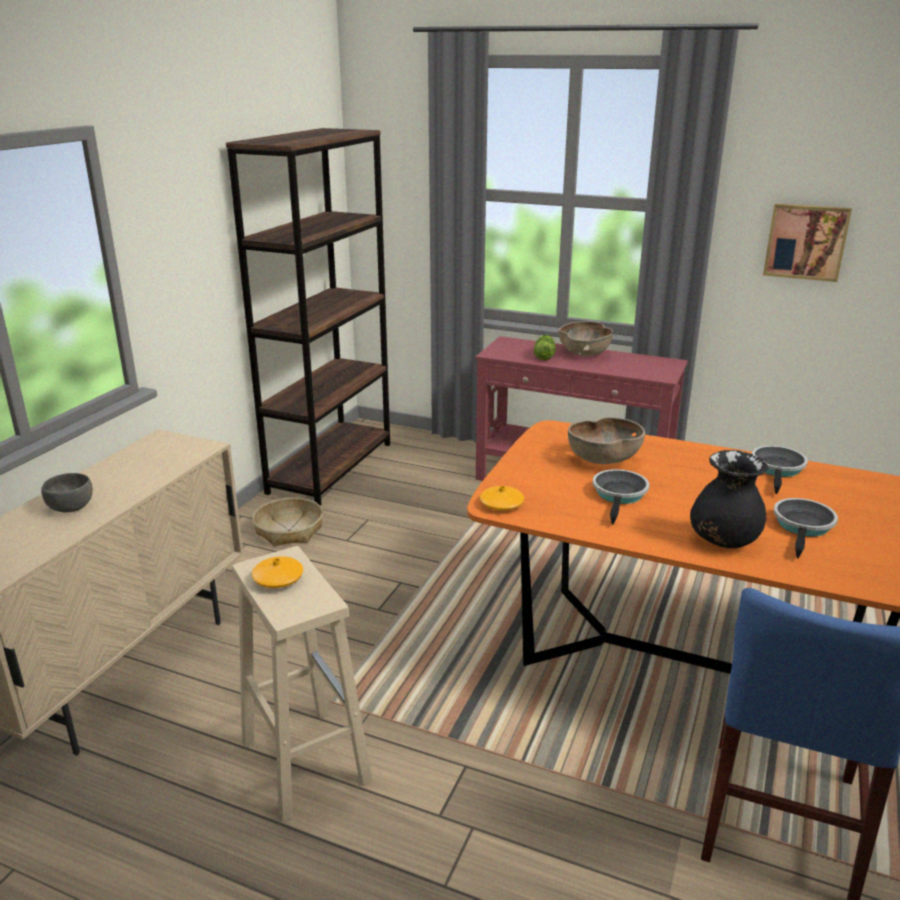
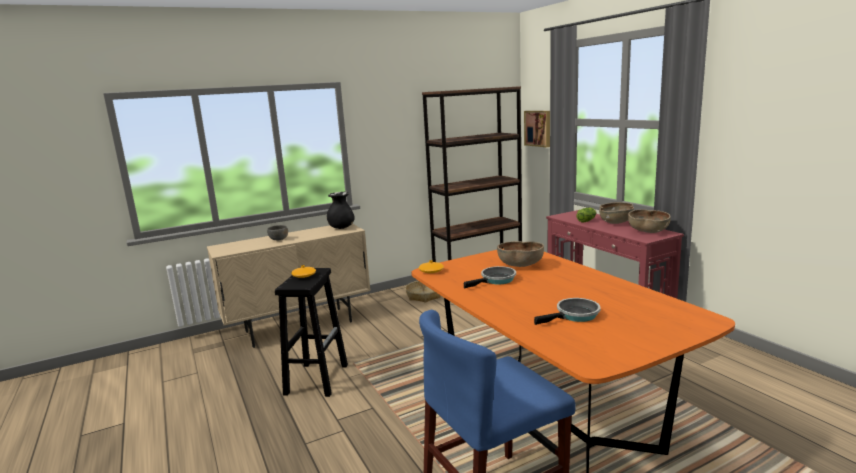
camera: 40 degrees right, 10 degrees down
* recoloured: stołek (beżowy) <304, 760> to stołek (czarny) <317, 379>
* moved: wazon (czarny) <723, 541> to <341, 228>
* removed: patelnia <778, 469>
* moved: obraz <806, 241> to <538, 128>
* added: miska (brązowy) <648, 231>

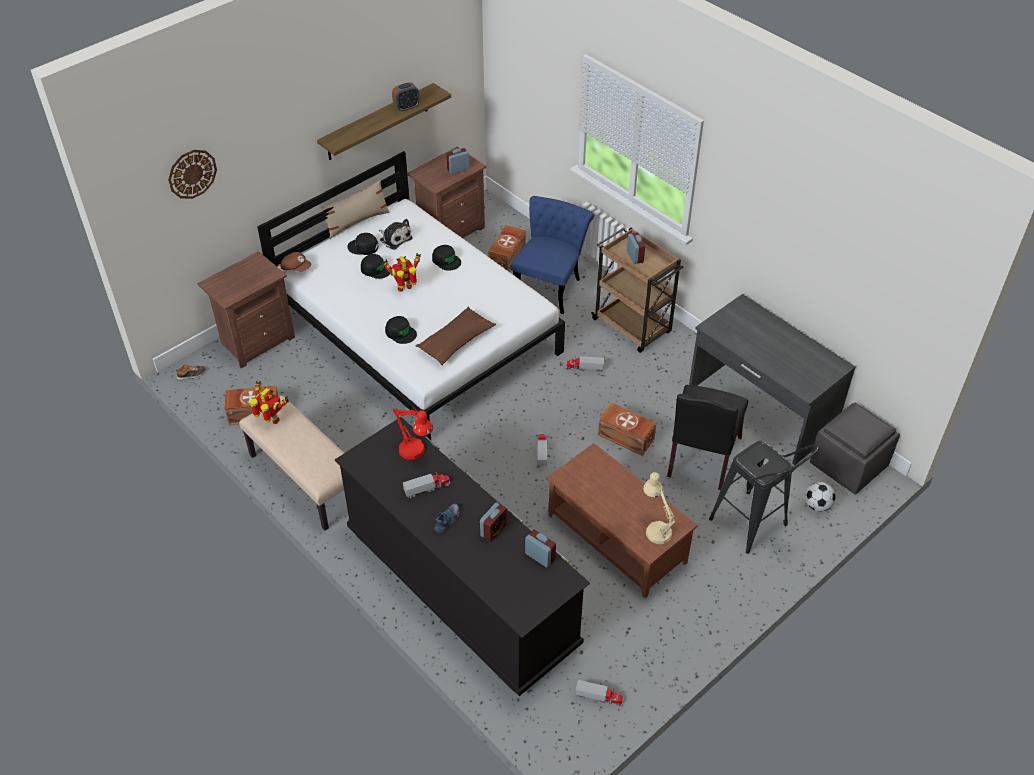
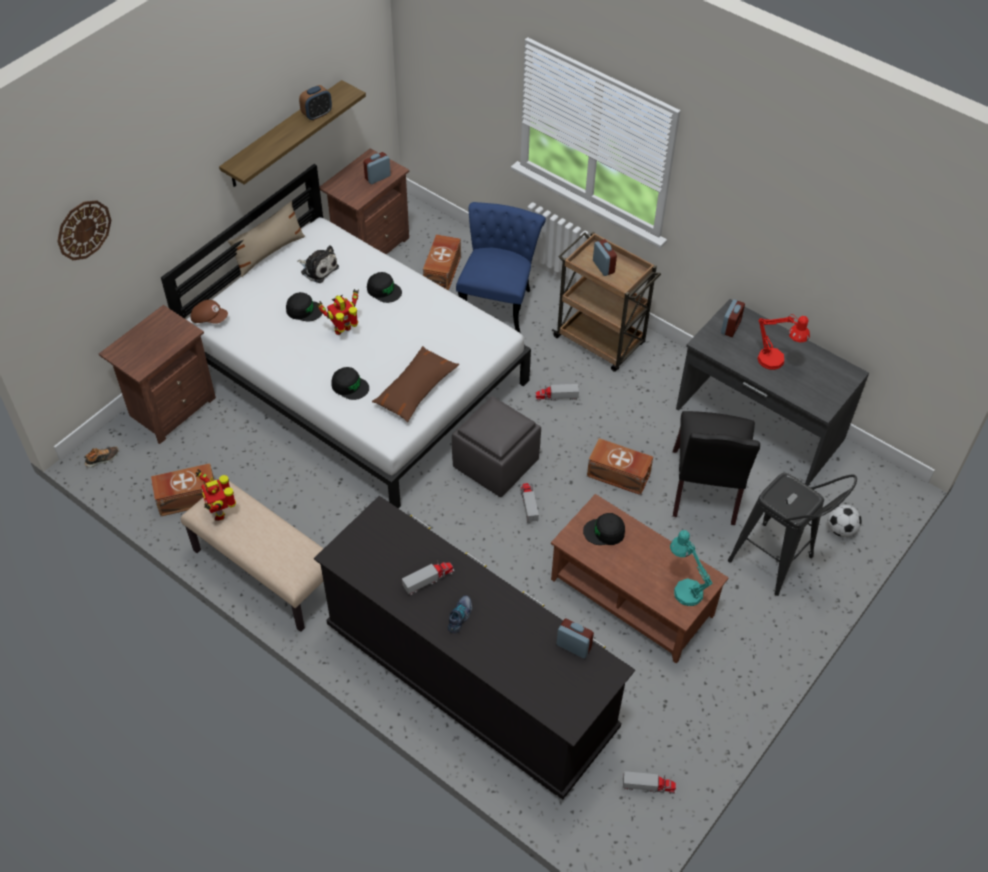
camera: 10 degrees left, 5 degrees up
* turned: robot zabawkowy <271, 420> = <219, 512> 135 degrees counterclockwise
* moved: czapka z daszkiem (czarny) <363, 247> to <604, 532>
* moved: lampa stołowa (czerwony) <416, 453> to <776, 362>
* moved: budzik <493, 530> to <730, 327>
* recoloured: lampa stołowa (beżowy) <655, 529> to lampa stołowa (turkusowy) <684, 588>
* moved: pufa (szary) <848, 464> to <495, 463>

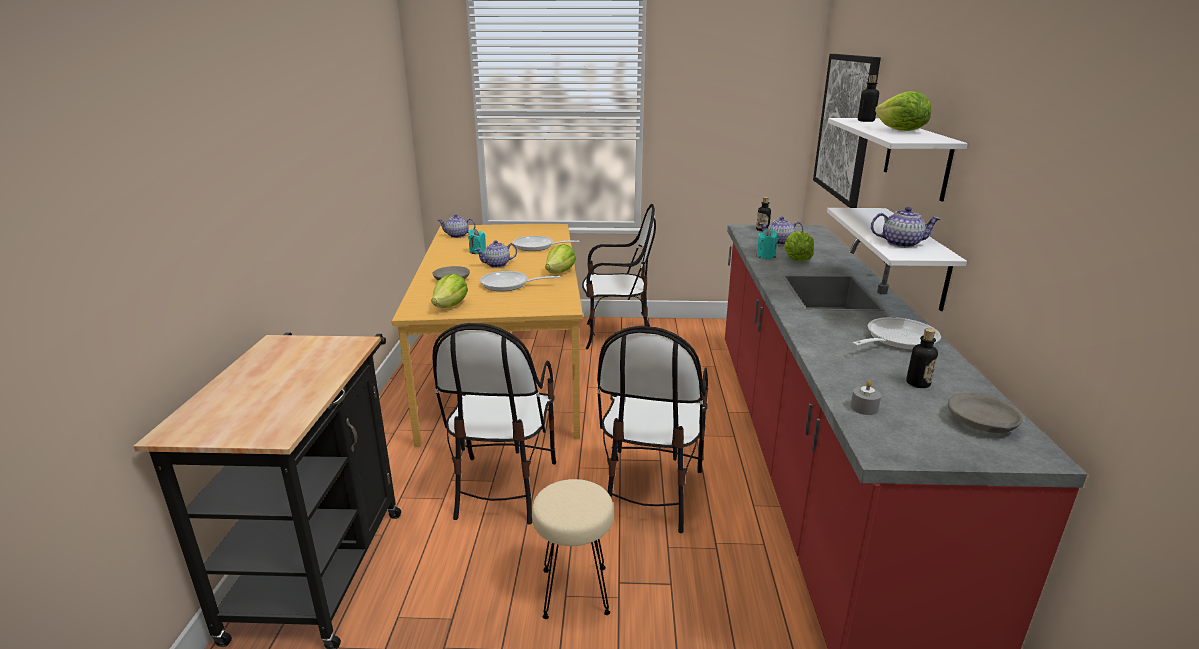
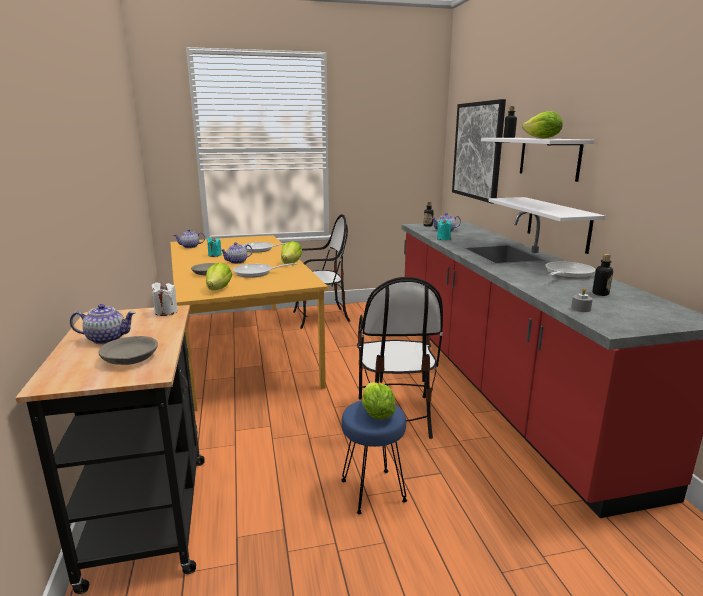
camera: 15 degrees left, 5 degrees down
* removed: krzesło <503, 487>
* recoloured: stołek (beżowy) <574, 591> to stołek (niebieski) <372, 491>
* moved: sałata <796, 259> to <376, 414>
* moved: imbryk <901, 243> to <107, 339>
* moved: miska (szary) <981, 423> to <130, 358>
* added: świeca (biały) <166, 312>

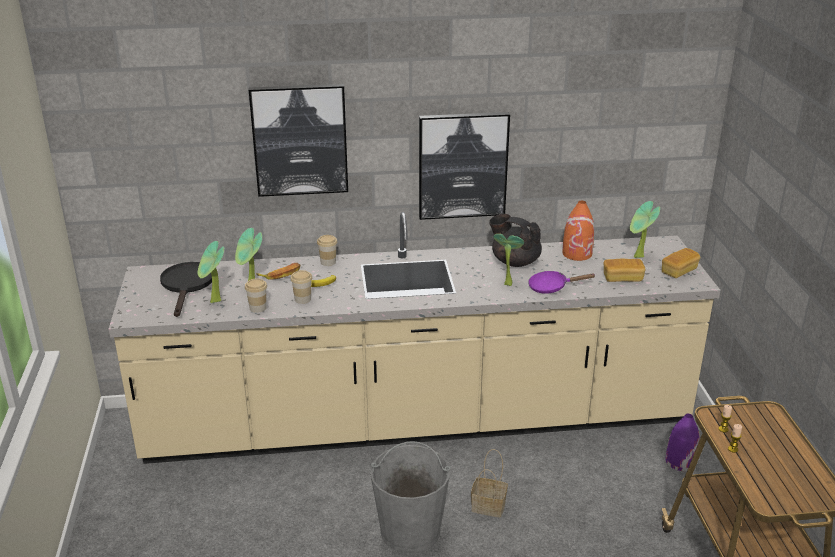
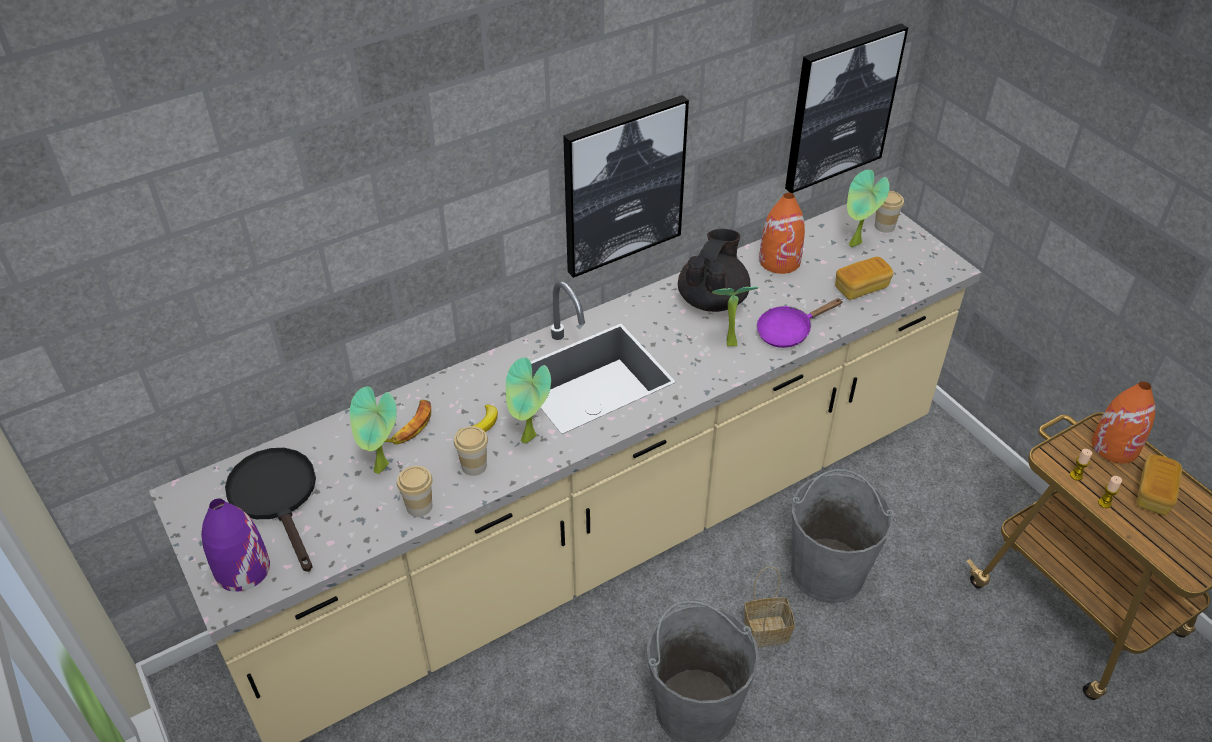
camera: 25 degrees left, 15 degrees up
* moved: roślina doniczkowa <215, 302> to <529, 440>
* moved: obraz <300, 140> to <841, 108>
* moved: filiżanka <328, 262> to <884, 226>
* turned: imbryk (czarny) <514, 262> = <712, 299> 105 degrees clockwise
* moved: chleb <679, 271> to <1153, 494>
* moved: wazon (fioletowy) <680, 461> to <242, 569>
* added: wiadro (szary) <827, 571>
* added: wazon (pomarańczowy) <1115, 446>

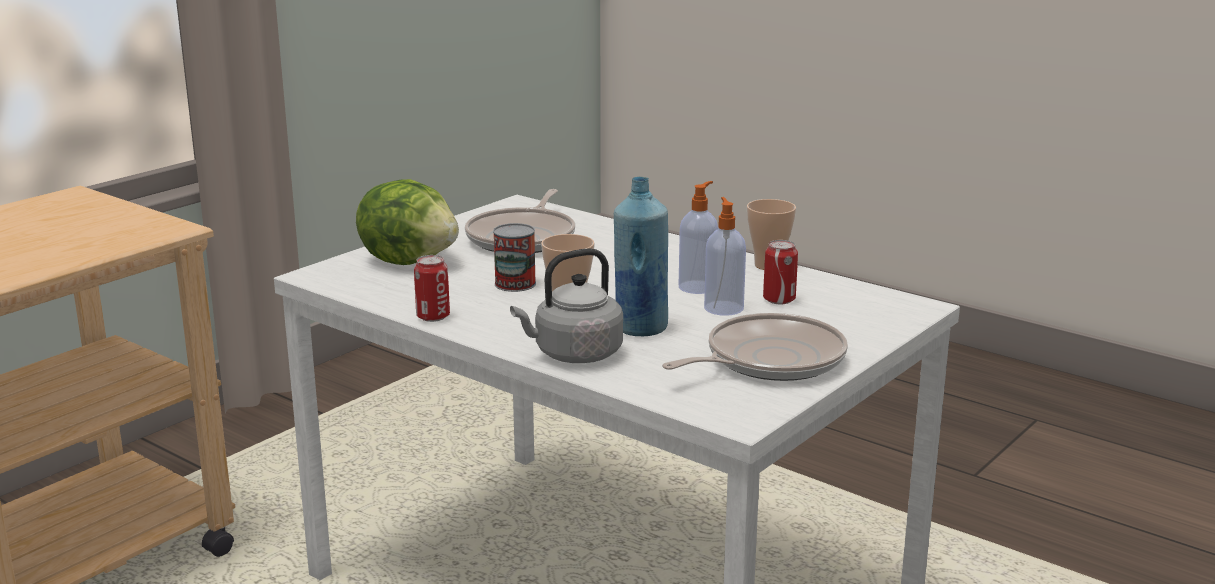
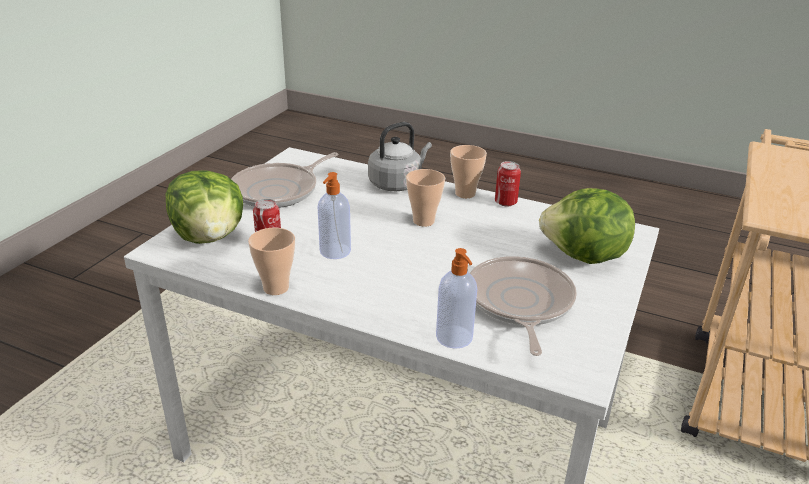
camera: 165 degrees right, 10 degrees up
* removed: puszka <515, 284>
* removed: butelka (niebieski) <640, 328>
* moved: dozownik mydła <723, 308> to <455, 338>
* added: sałata <210, 237>
* added: filiżanka <465, 193>

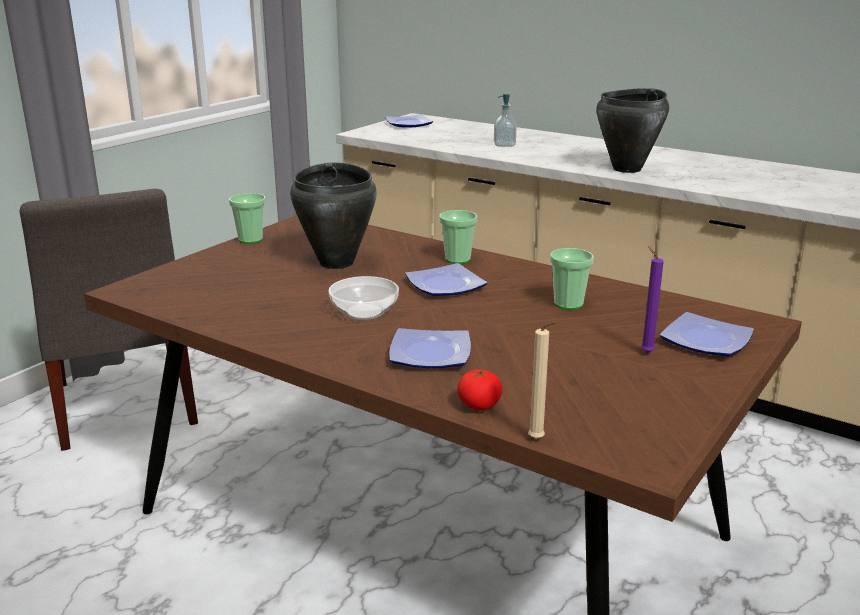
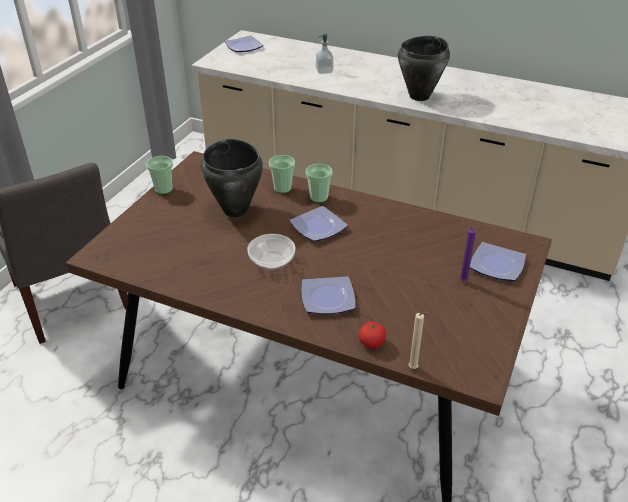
camera: 10 degrees left, 15 degrees up
* moved: filiżanka <568, 304> to <282, 188>

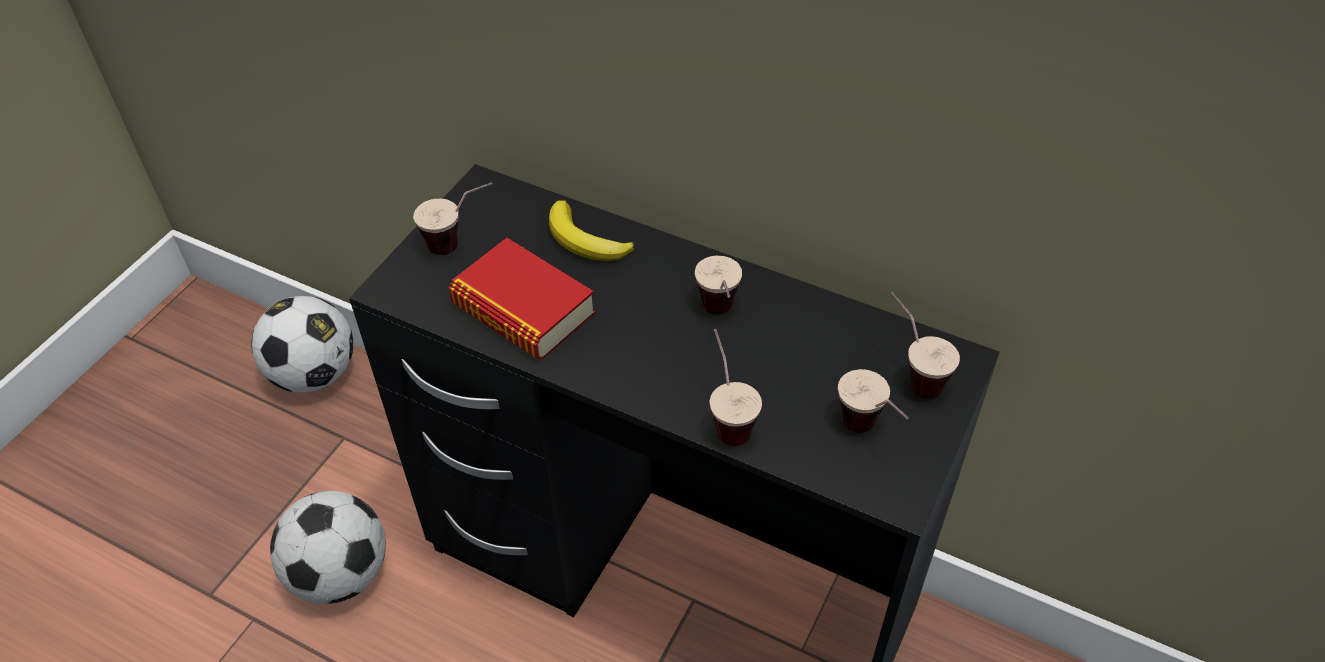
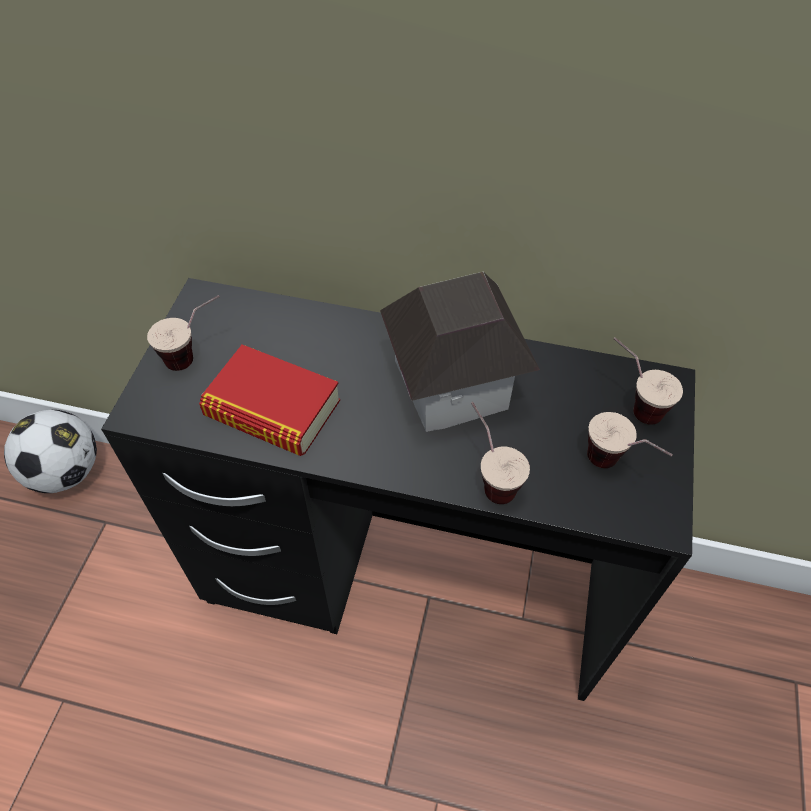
camera: 15 degrees left, 5 degrees up
* removed: piłka futbolowa <340, 574>
* removed: banan <585, 240>
* replaced: filiżanka <720, 318> to domek <452, 383>

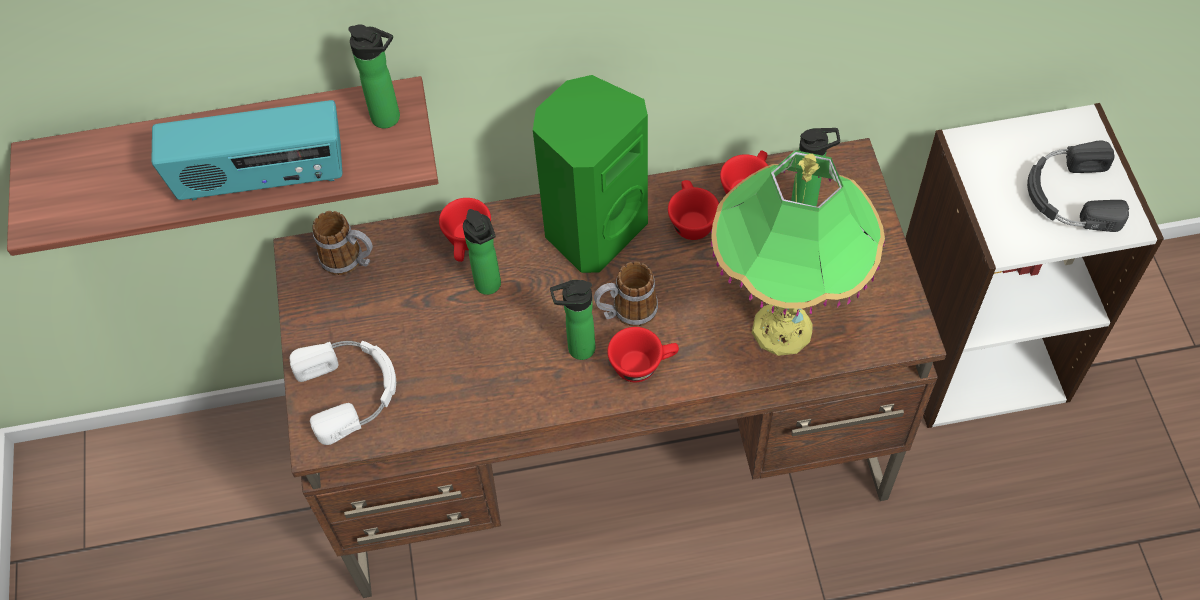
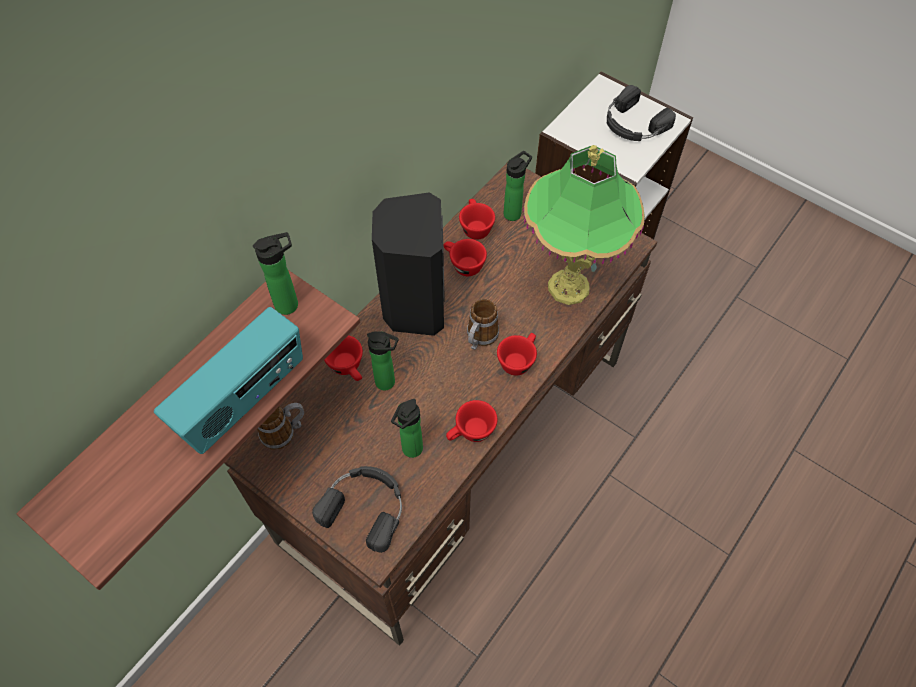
camera: 45 degrees left, 0 degrees up
* recoloured: słuchawki (biały) <350, 390> to słuchawki (czarny) <365, 506>
* recoloured: głośnik (zielony) <593, 228> to głośnik (czarny) <413, 307>
* moved: butelka <577, 349> to <410, 451>
* added: filiżanka (czerwony) <470, 433>

